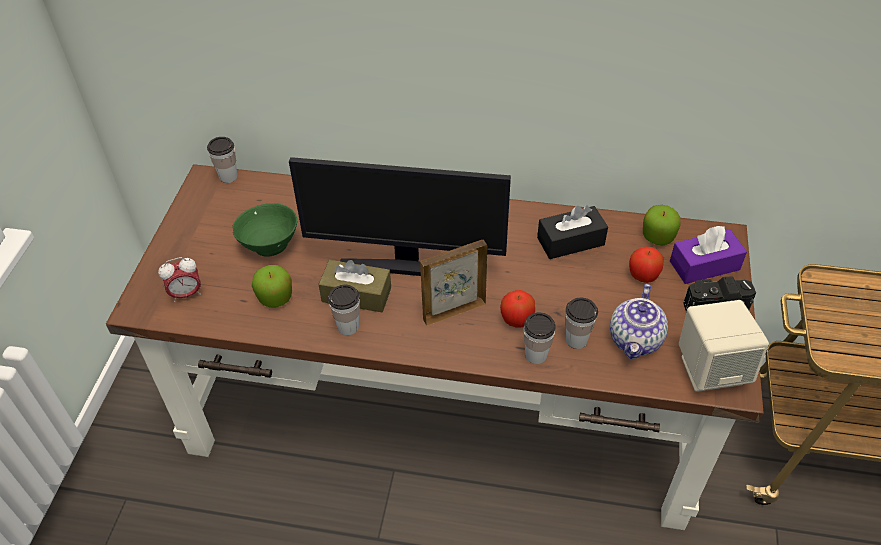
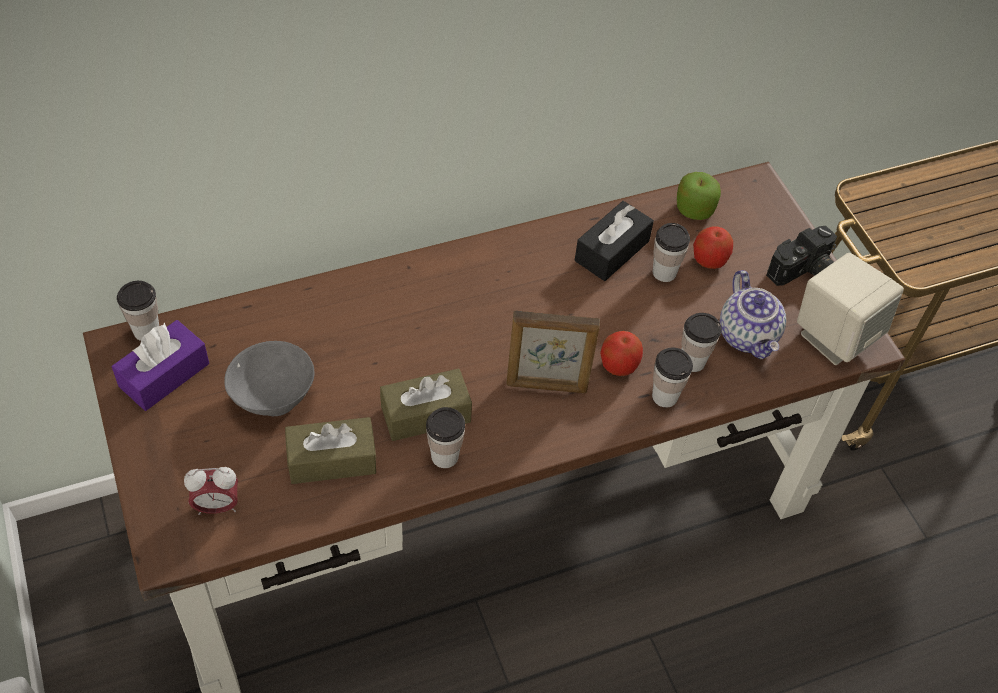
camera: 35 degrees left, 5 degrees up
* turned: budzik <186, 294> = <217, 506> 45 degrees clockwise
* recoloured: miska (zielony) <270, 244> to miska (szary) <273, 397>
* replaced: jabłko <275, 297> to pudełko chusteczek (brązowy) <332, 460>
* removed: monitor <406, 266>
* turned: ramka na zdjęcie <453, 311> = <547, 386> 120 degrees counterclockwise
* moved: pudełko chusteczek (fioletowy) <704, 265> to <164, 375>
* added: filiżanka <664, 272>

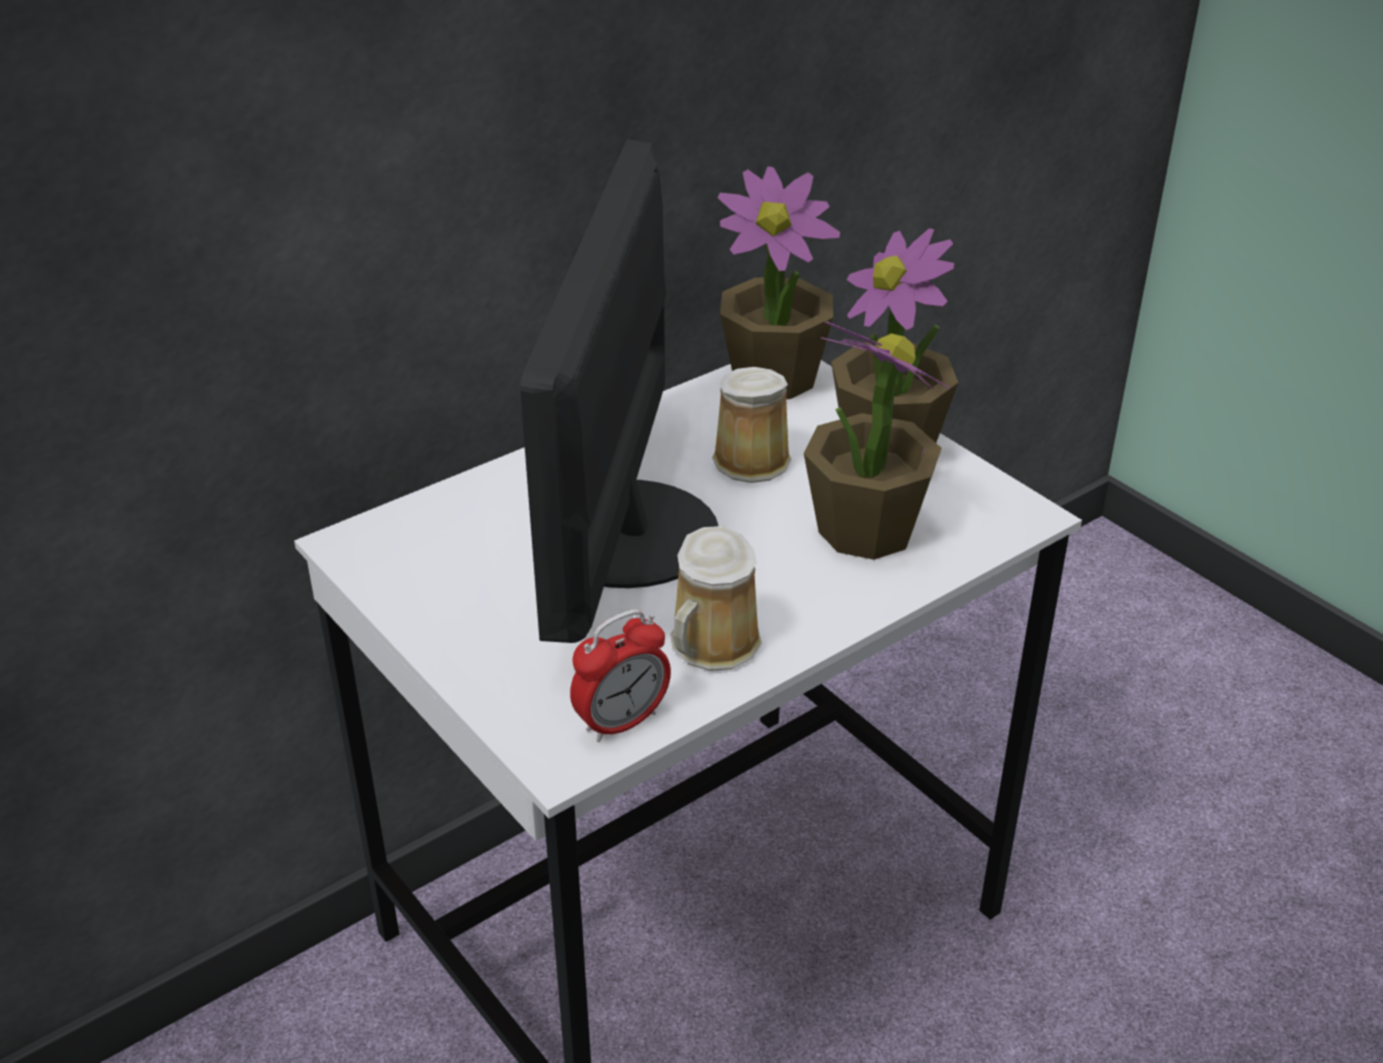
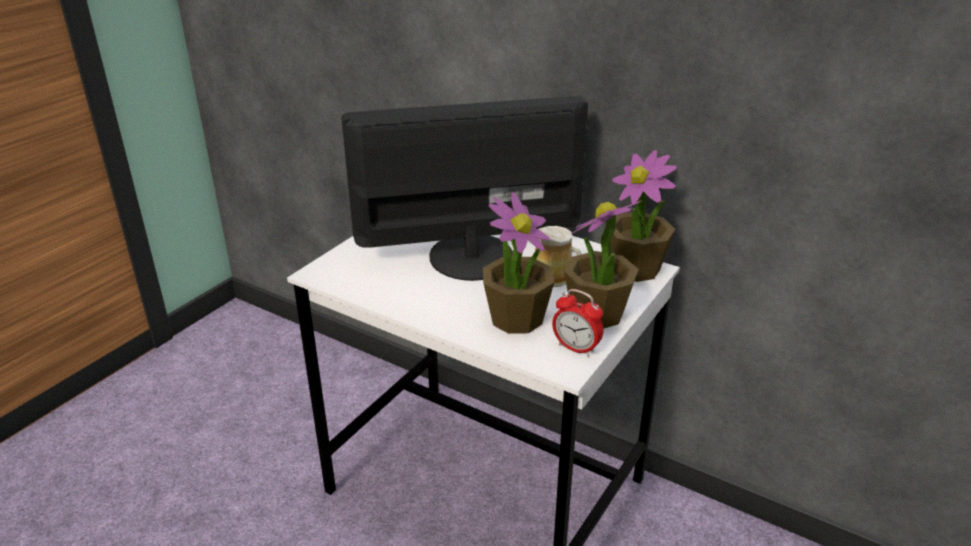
camera: 70 degrees right, 5 degrees down
* moved: budzik <621, 722> to <576, 348>
* removed: kubek <711, 646>

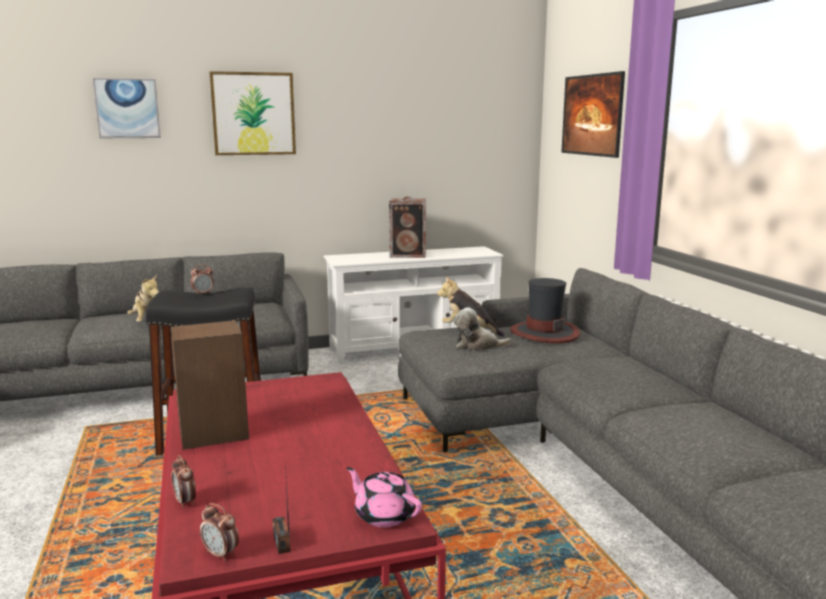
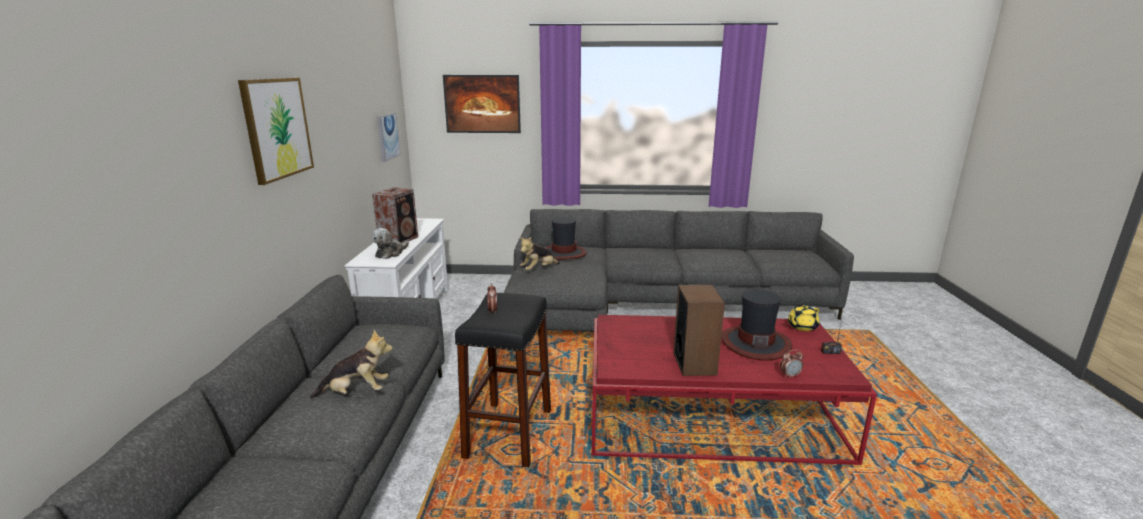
camera: 70 degrees left, 5 degrees up
* moved: obraz <127, 108> to <387, 136>
* removed: budzik <221, 554>
* recoloured: imbryk (różowy) <384, 515> to imbryk (żółty) <801, 327>
* moved: pluszak <477, 345> to <390, 253>
* added: kapelusz <755, 343>

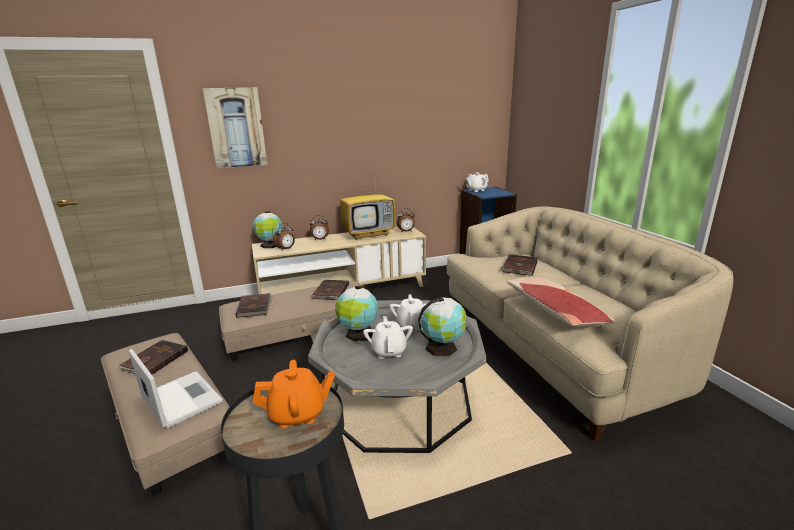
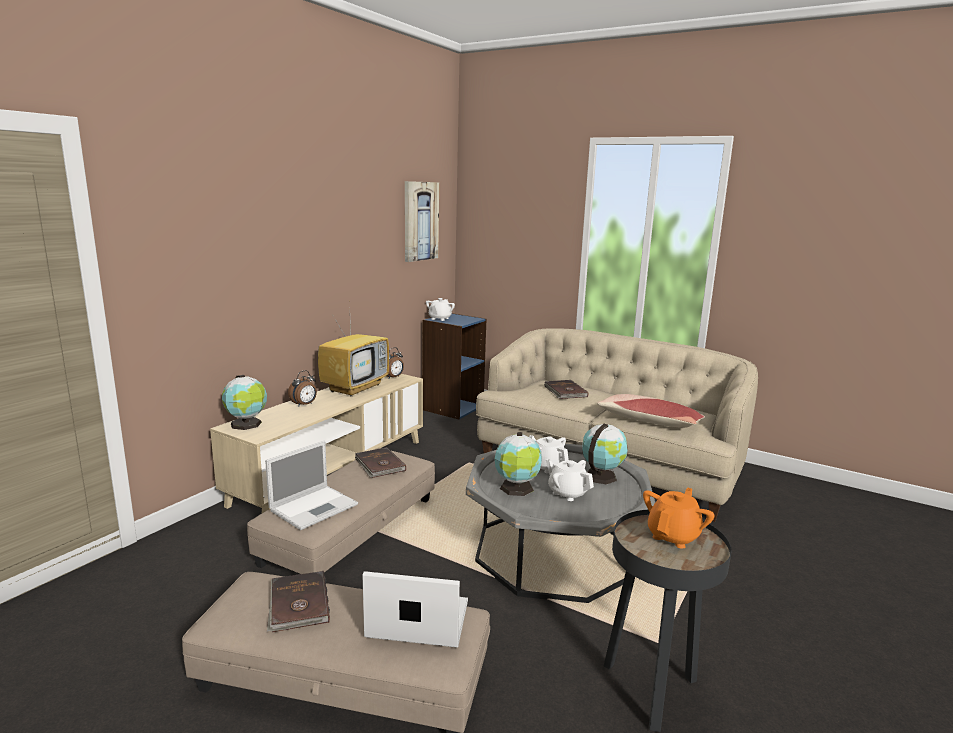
camera: 40 degrees left, 5 degrees down
* moved: obraz <236, 128> to <420, 221>
* replaced: książka (brązowy) <255, 307> to laptop <315, 507>
* removed: budzik <286, 249>

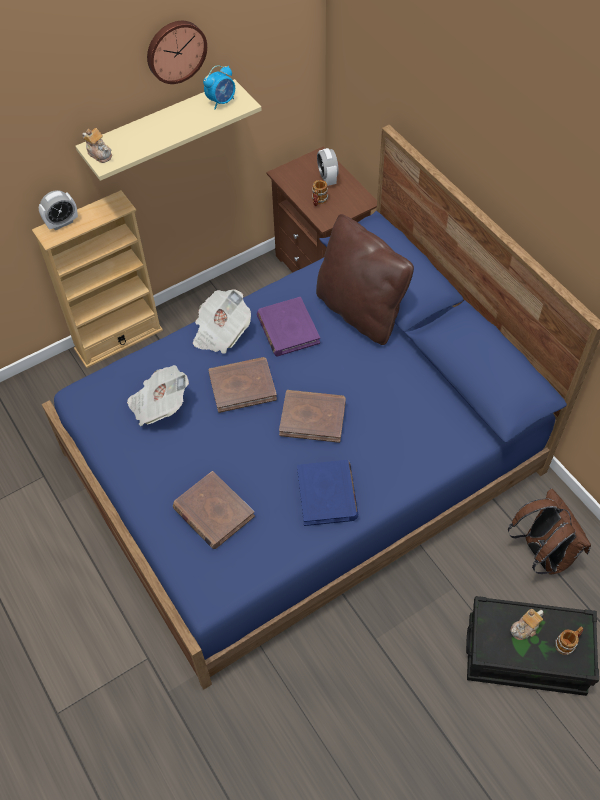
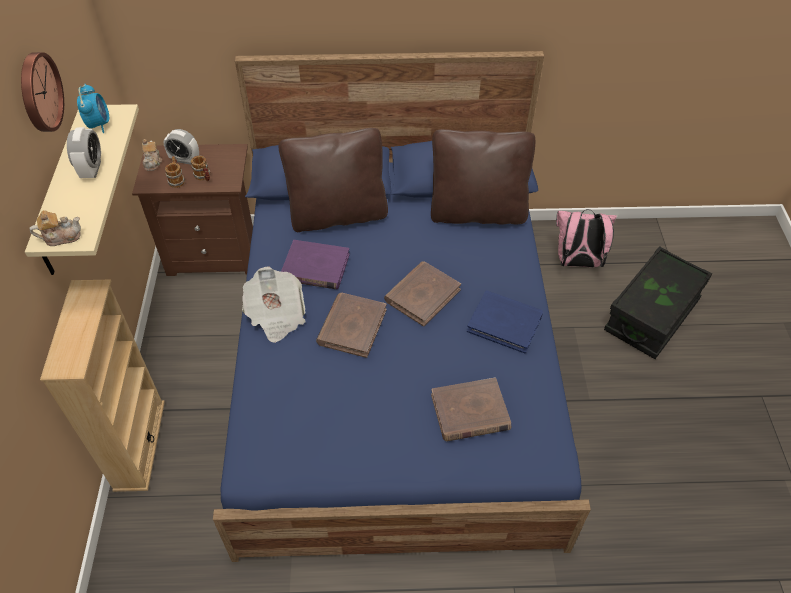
camera: 60 degrees left, 5 degrees down
* moved: budzik <62, 223> to <92, 169>
* removed: gazeta <159, 405>
* recoloured: plecak (brązowy) <542, 553> to plecak (różowy) <577, 263>
* moved: imbryk <525, 628> to <153, 162>
* moved: kubek <567, 643> to <177, 180>
* added: poduszka (brązowy) <477, 212>

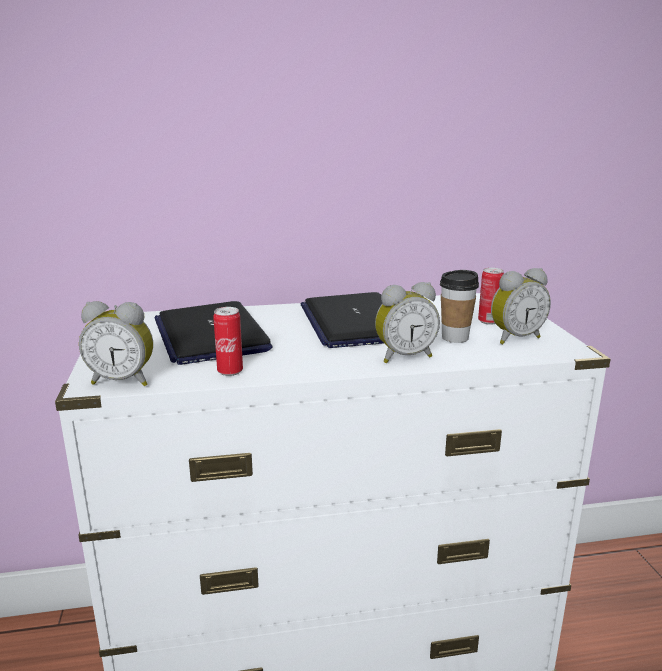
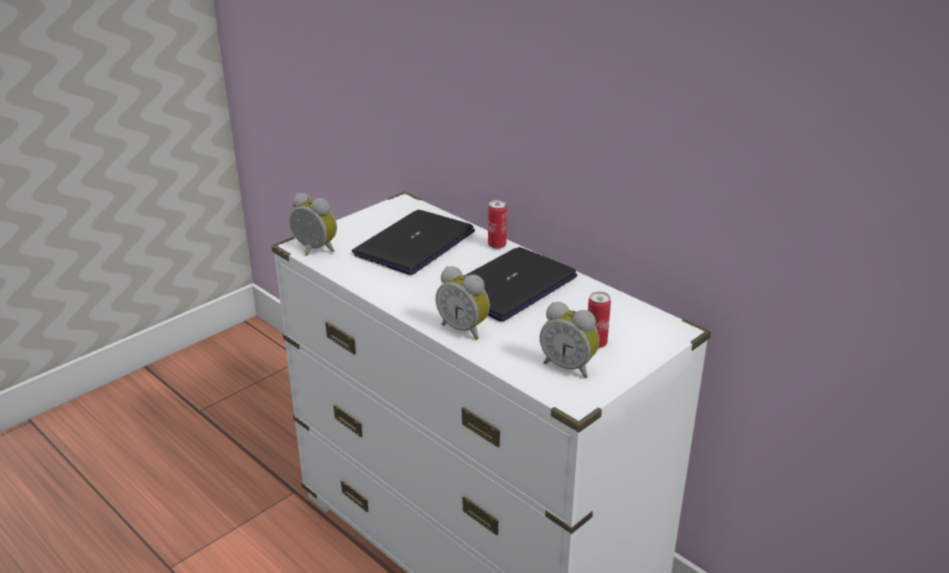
camera: 55 degrees right, 10 degrees up
* turned: budzik <123, 381> = <313, 250> 150 degrees clockwise
* moved: puszka <230, 372> to <497, 245>
* removed: filiżanka <455, 338>

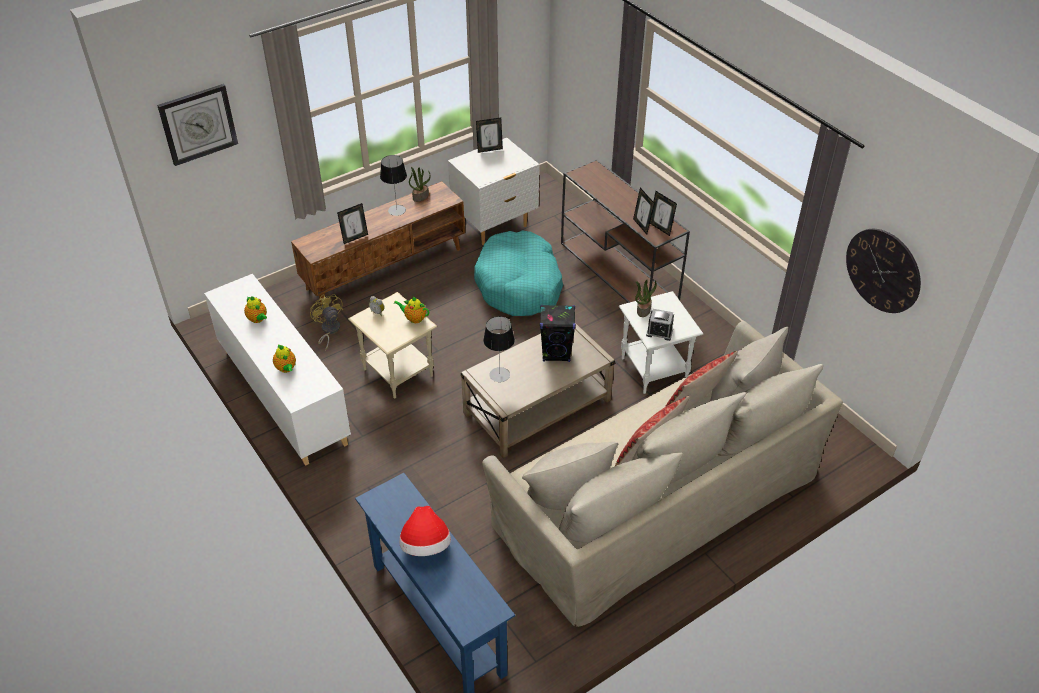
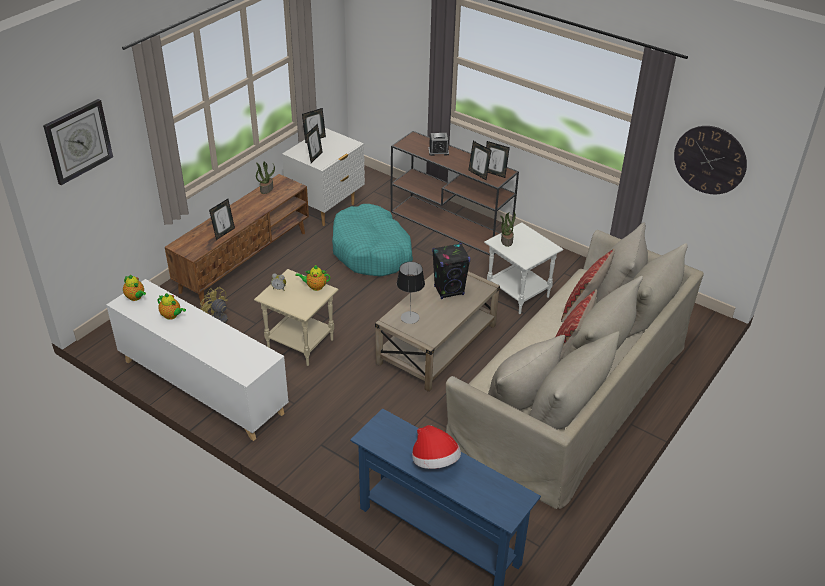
camera: 20 degrees left, 5 degrees down
* moved: imbryk <286, 369> to <136, 297>
* removed: lampa stołowa <397, 210>
* moved: budzik <659, 332> to <438, 151>
* added: ramka na zdjęcie <315, 157>

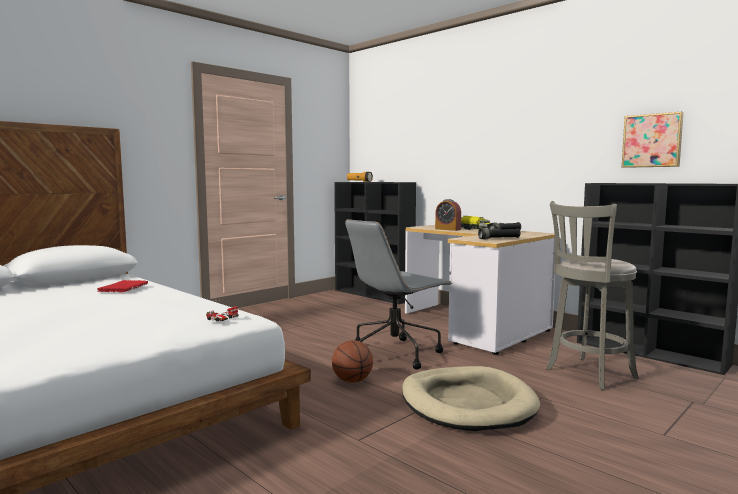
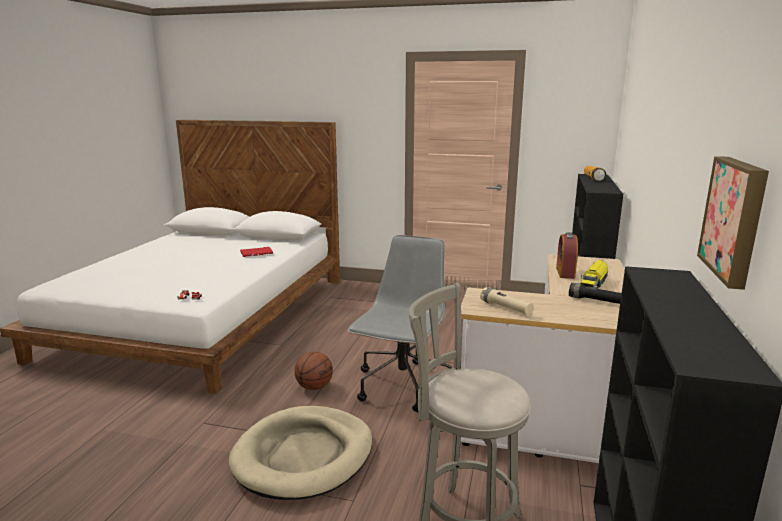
camera: 60 degrees right, 10 degrees up
* turned: krzesło biurowe (szary) <395, 353> = <402, 387> 90 degrees clockwise
* recoloured: latarka (czarny) <499, 239> to latarka (beżowy) <505, 308>

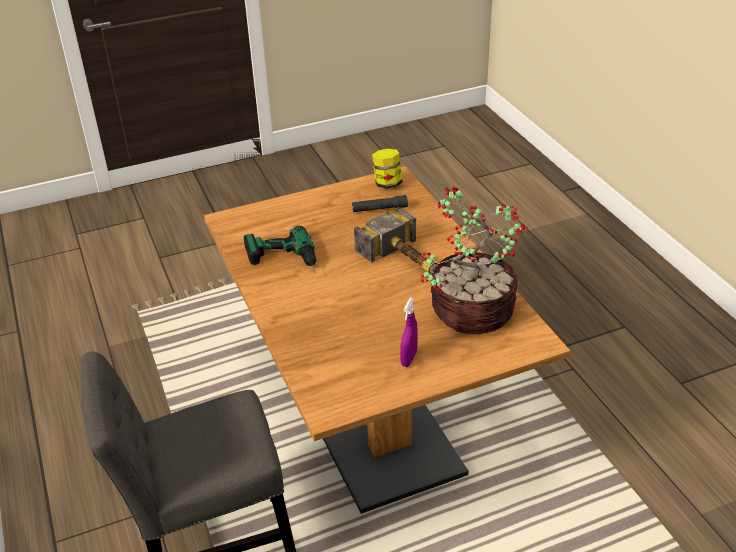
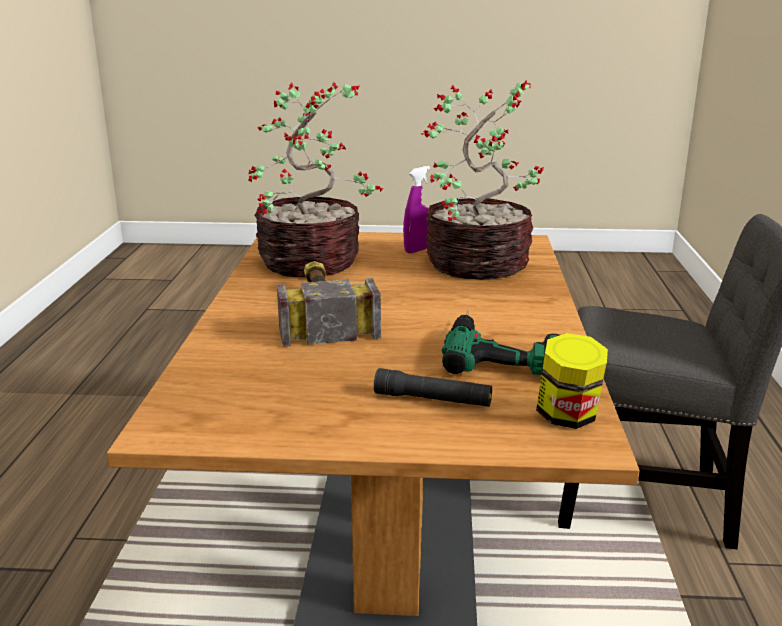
camera: 155 degrees left, 15 degrees down
* moved: latarka (czarny) <379, 209> to <433, 399>
* moved: słoik <387, 183> to <567, 417>
* added: roślina doniczkowa <480, 264>

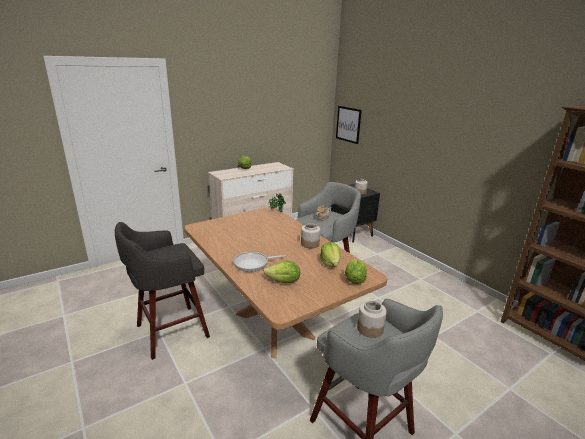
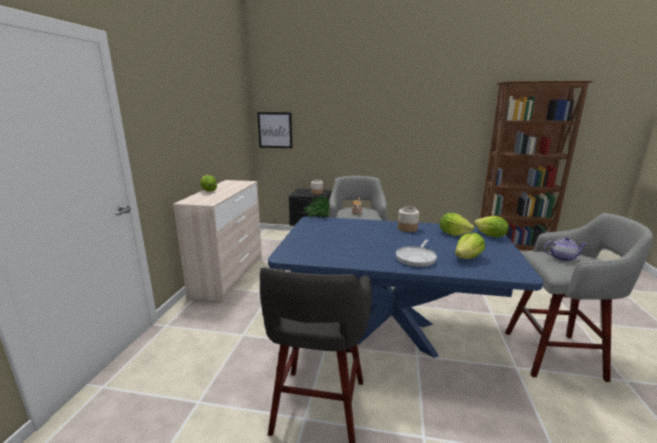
camera: 45 degrees left, 5 degrees down
* recoloured: stół jadalny (brązowy) <274, 326> to stół jadalny (niebieski) <390, 334>
* replaced: słoik <370, 328> to imbryk <562, 258>

